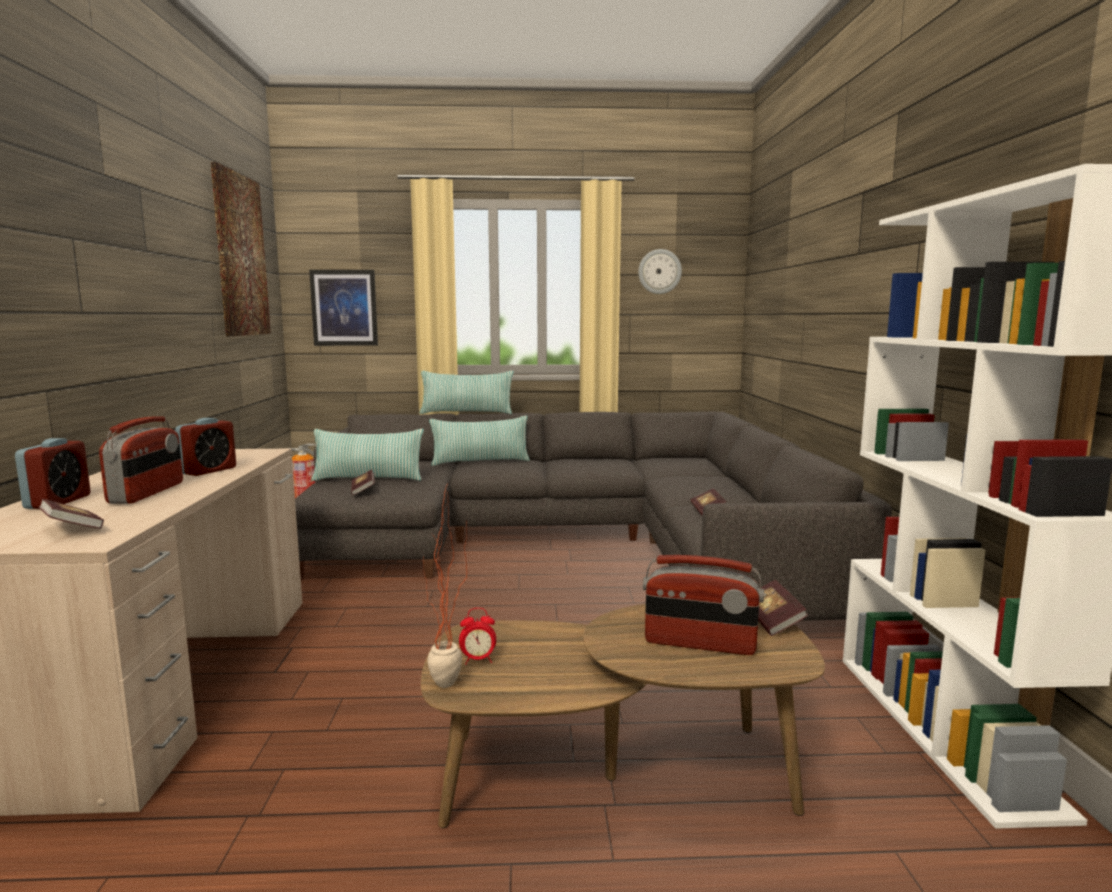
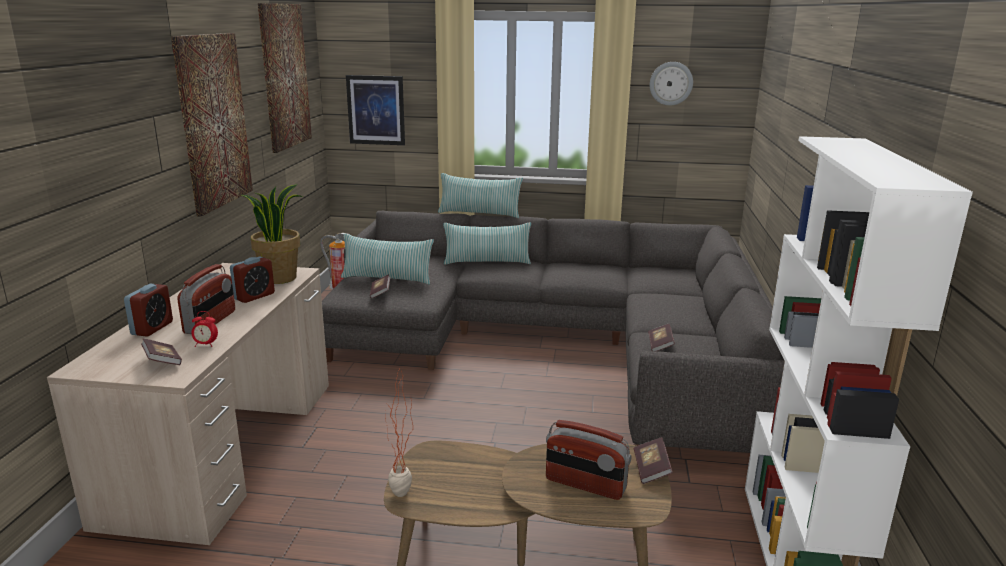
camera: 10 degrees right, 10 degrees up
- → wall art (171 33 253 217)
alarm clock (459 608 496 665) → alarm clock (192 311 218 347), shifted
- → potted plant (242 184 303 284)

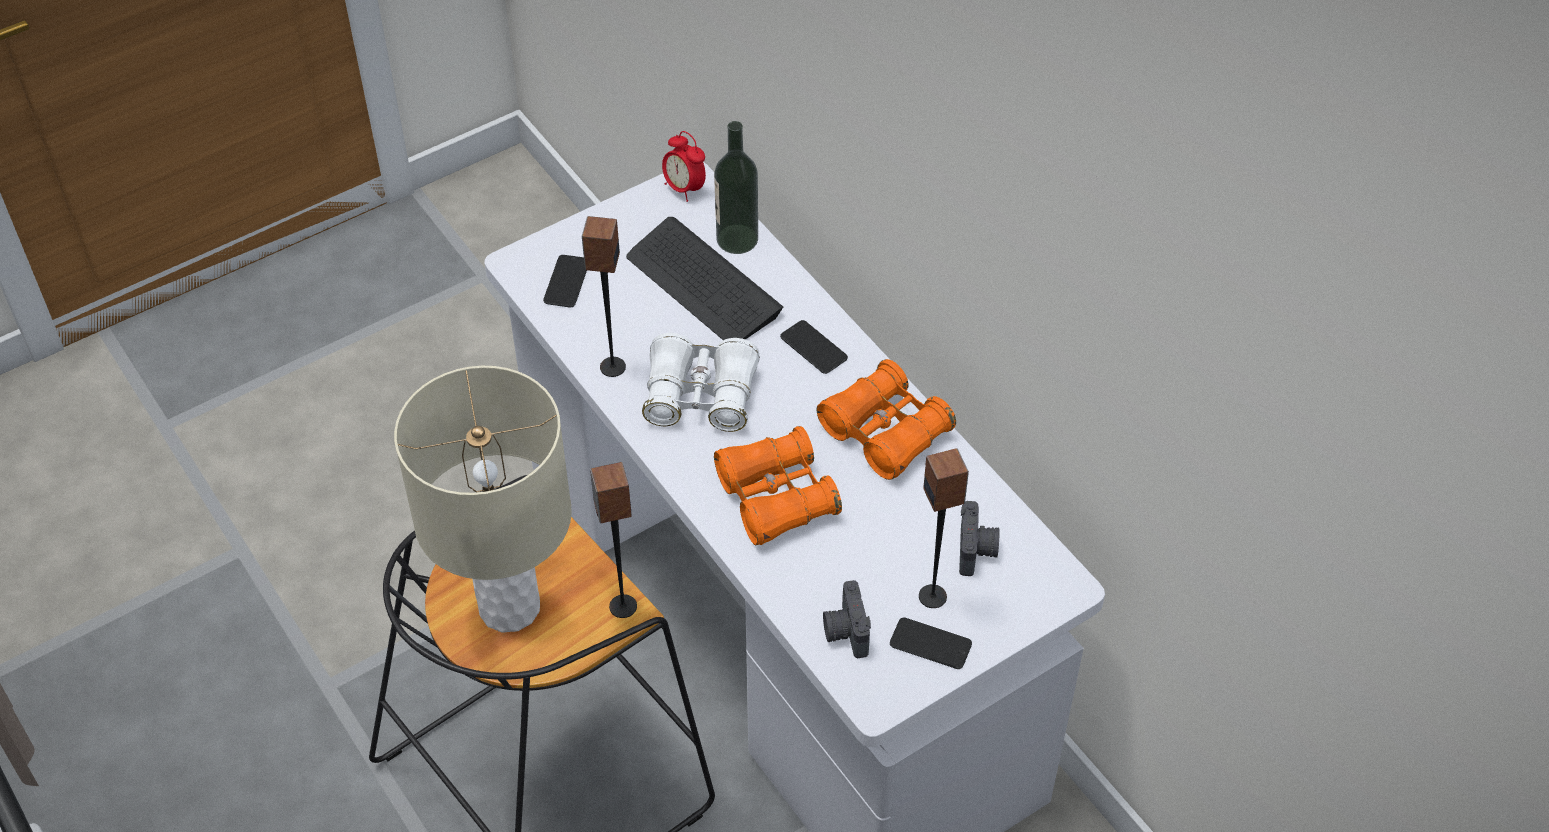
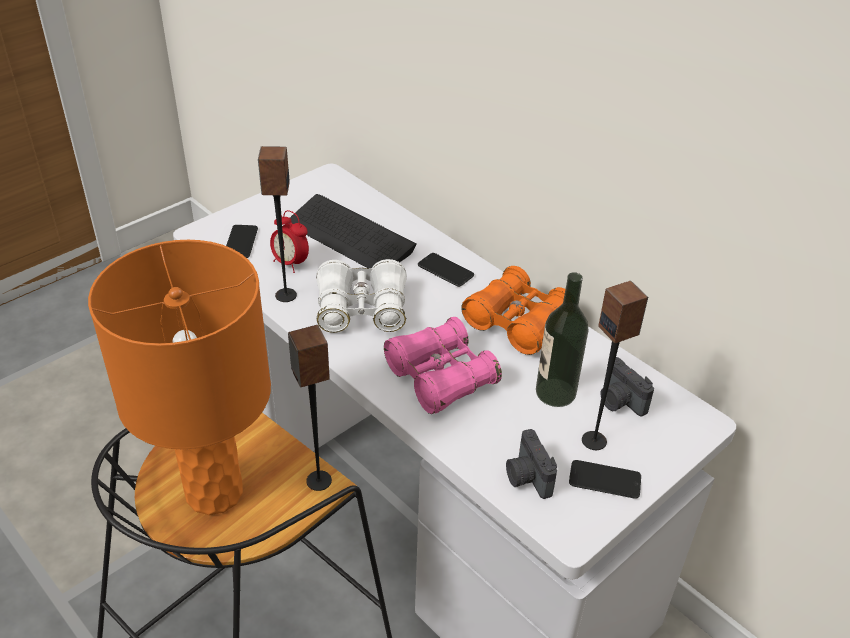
camera: 10 degrees left, 10 degrees down
lamp for a table in beige (394 366 572 633) → lamp for a table in orange (88 240 271 515)
alarm clock (662 131 706 202) → alarm clock (270 210 309 273), shifted
binoculars in orange (714 426 842 546) → binoculars in pink (384 317 502 414)
bottle (714 121 758 254) → bottle (536 272 589 407), shifted
photo camera (959 501 1000 576) → photo camera (600 357 654 416), 150 degrees clockwise

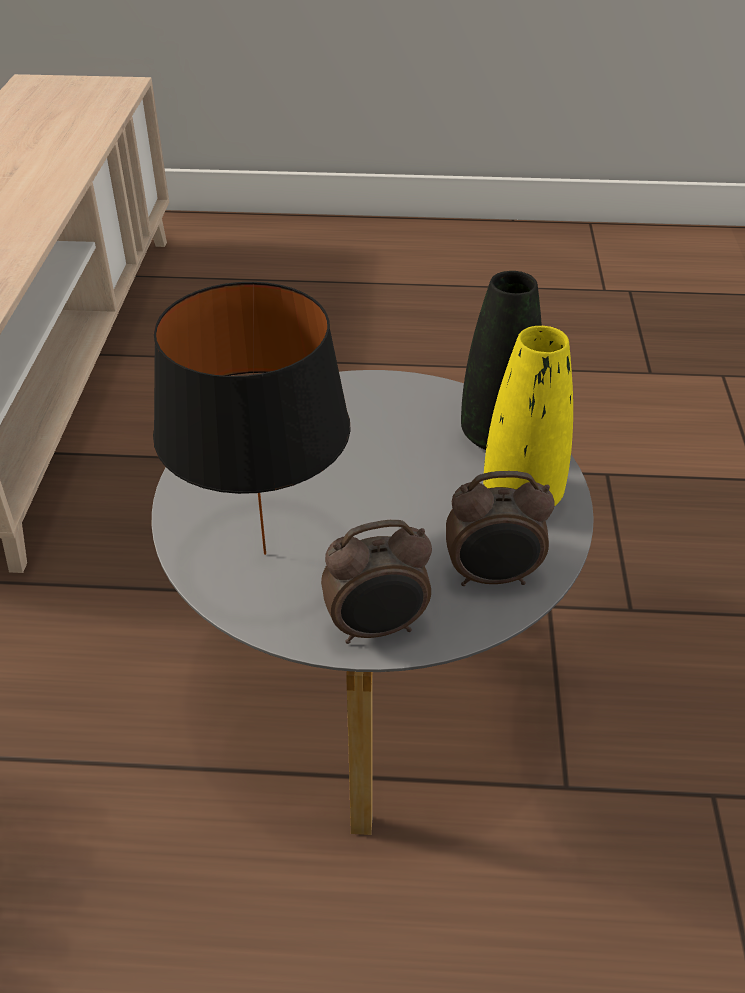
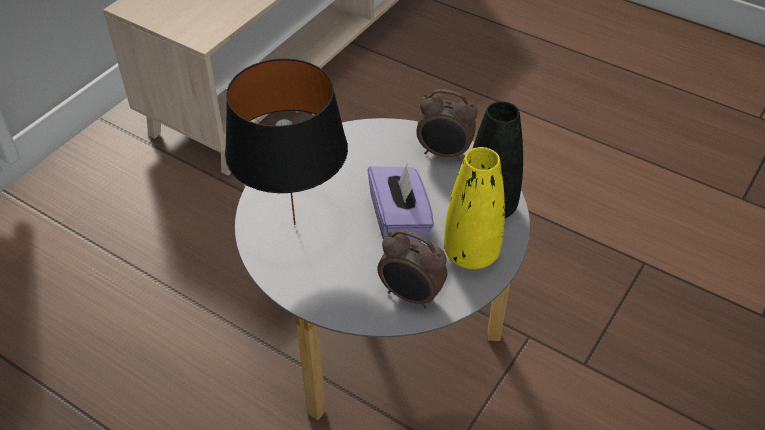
camera: 30 degrees right, 5 degrees up
- → tissue holder in purple-coloured (367 164 434 242)
alarm clock (321 520 432 644) → alarm clock (416 89 478 161), shifted

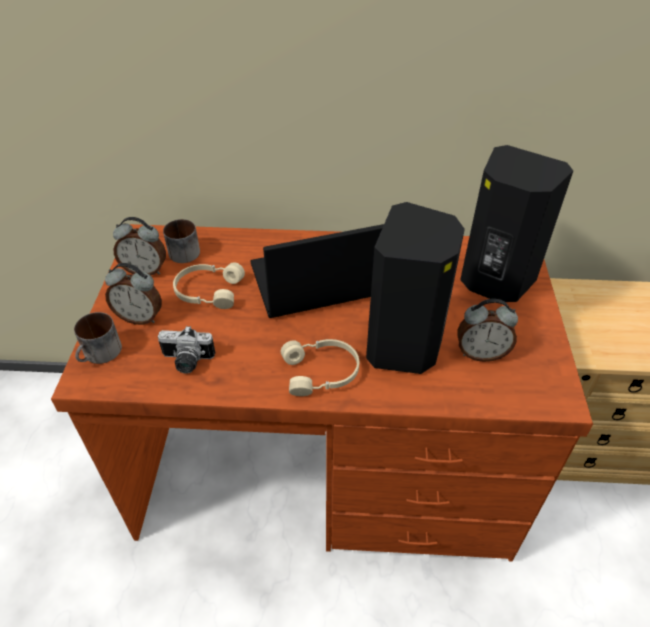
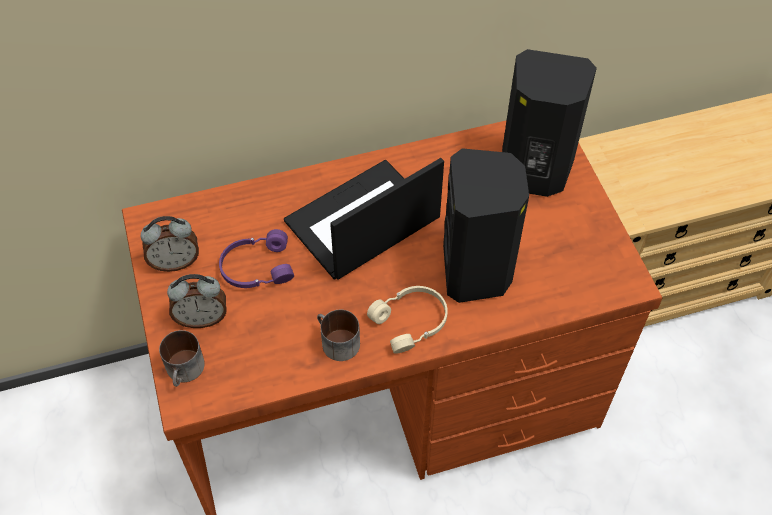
camera: 20 degrees left, 10 degrees up
headset in beige (173 262 245 309) → headset in purple-coloured (219 229 294 288)
tea mug (163 219 200 263) → tea mug (317 310 360 361), shifted
photo camera (158 326 216 374) → -
alarm clock (457 299 518 362) → -

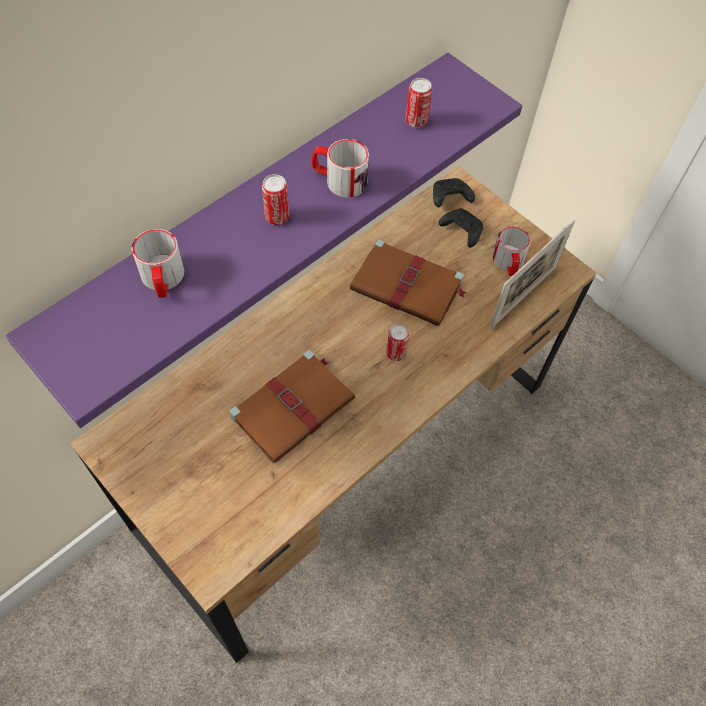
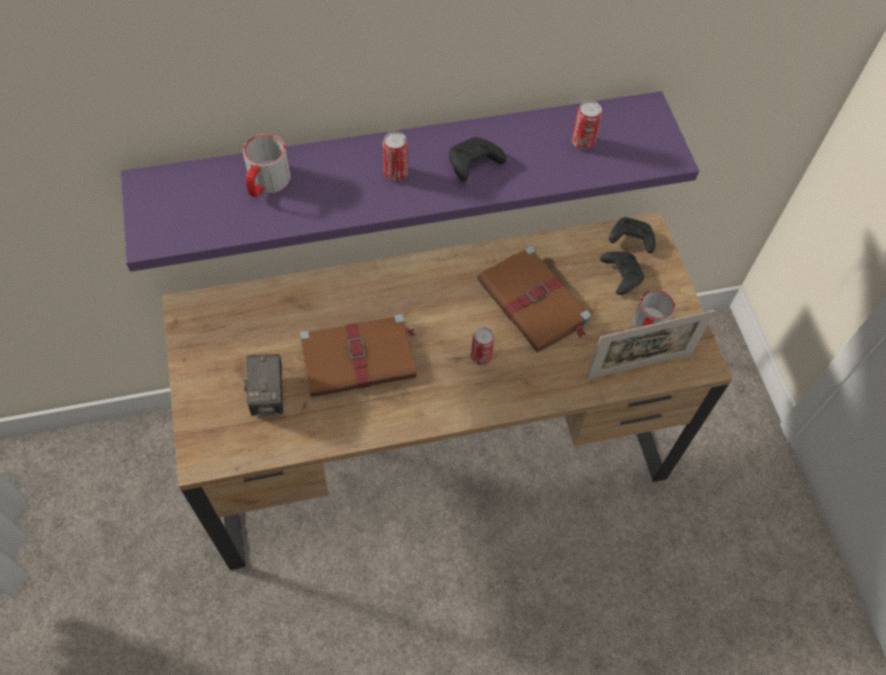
camera: 30 degrees right, 0 degrees up
- → photo camera (244 354 283 417)
tea mug (312 139 369 198) → gamepad in black (449 137 506 181)

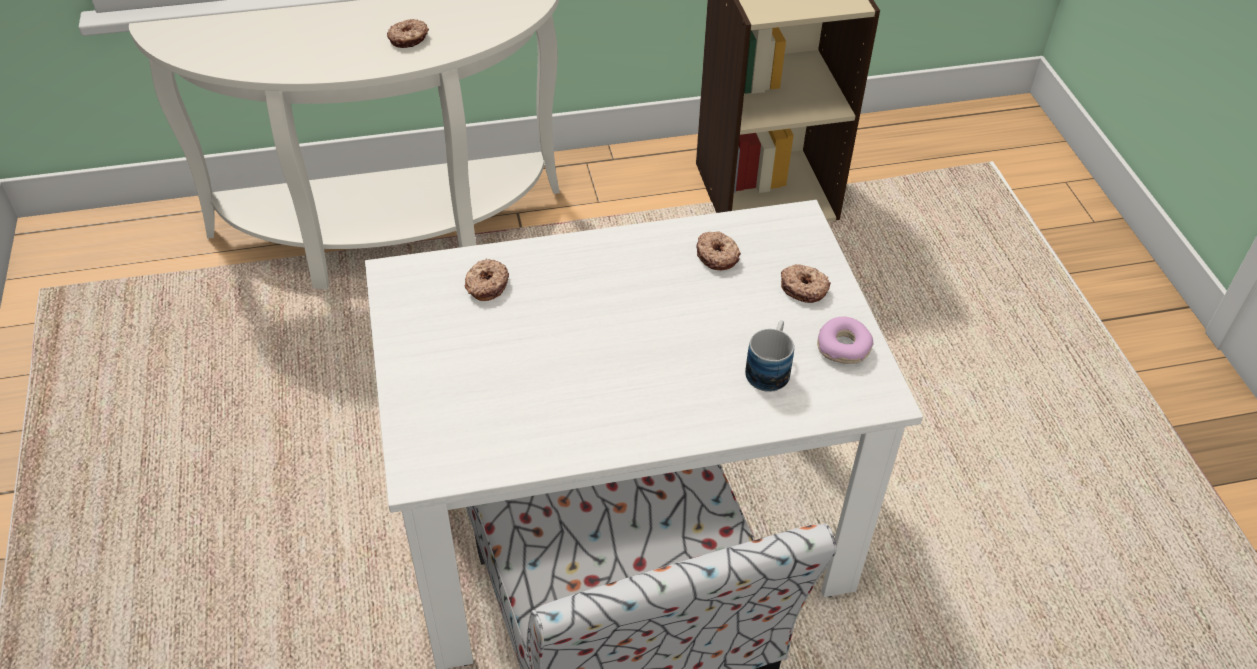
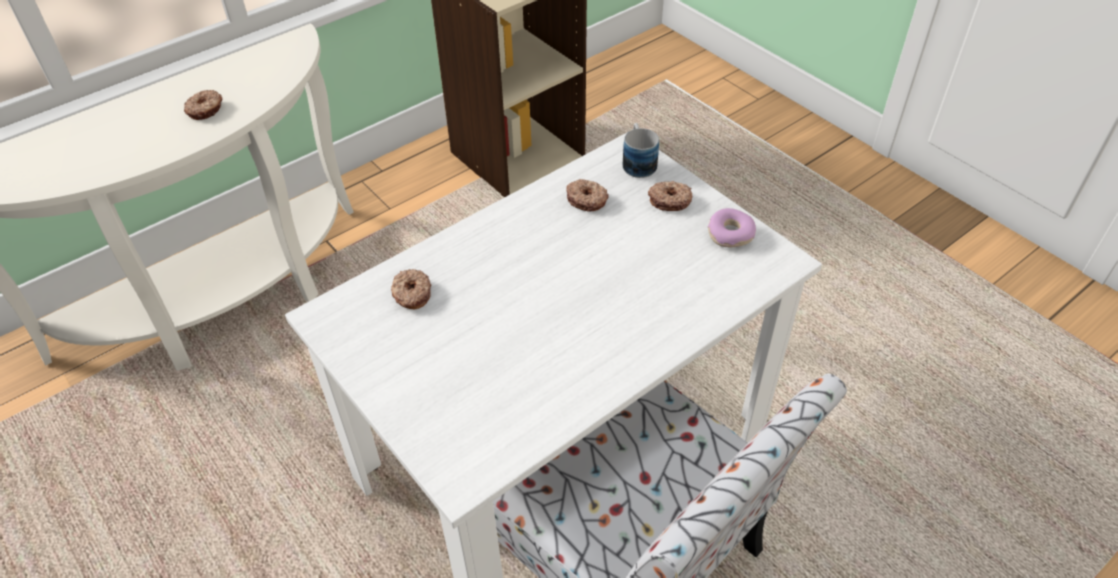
camera: 25 degrees left, 0 degrees up
tea mug (745 320 794 392) → tea mug (623 123 659 178), shifted

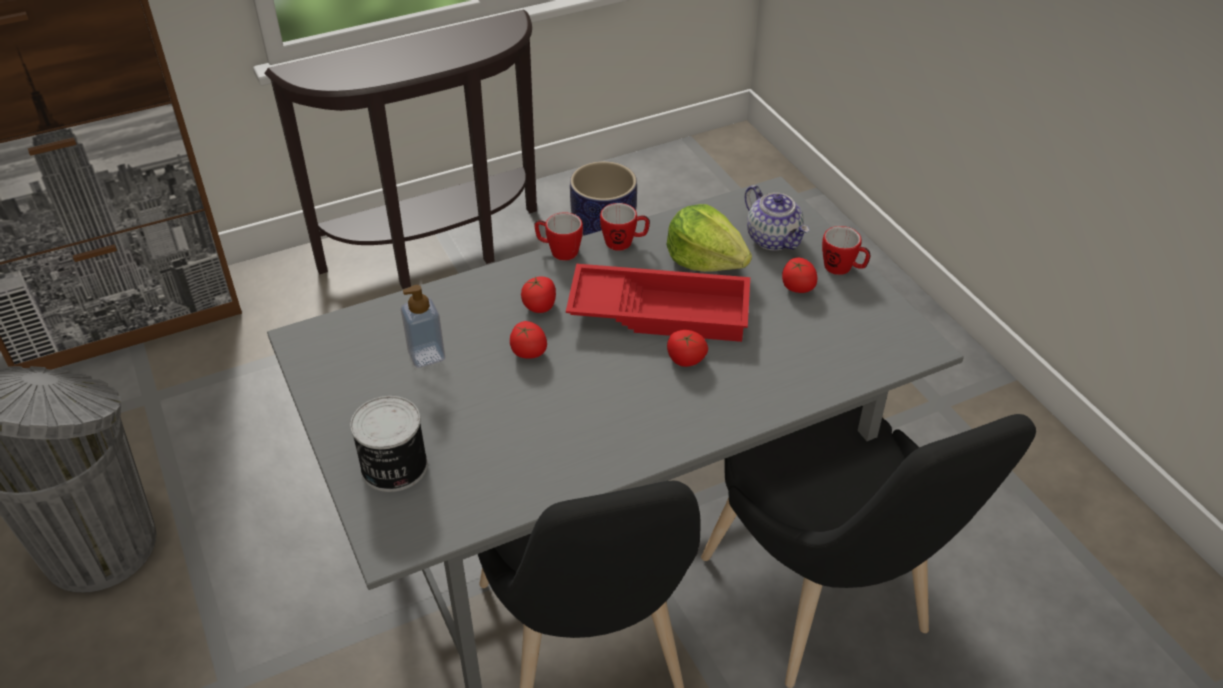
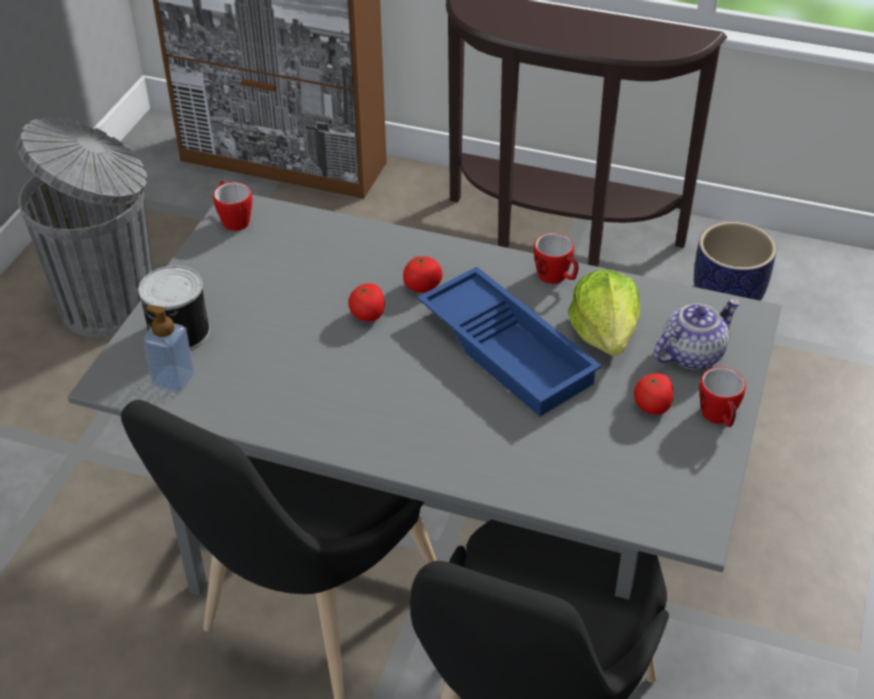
camera: 45 degrees right, 0 degrees up
soap bottle (401 285 445 368) → soap bottle (143 305 194 393), shifted
tea mug (534 212 583 261) → tea mug (213 180 252 231), shifted
serving tray in red (566 264 750 342) → serving tray in bluish (418 267 602 416)
pot for tea (745 185 810 250) → pot for tea (653 299 740 370), 135 degrees counterclockwise
fresh tomato (667 330 708 367) → -

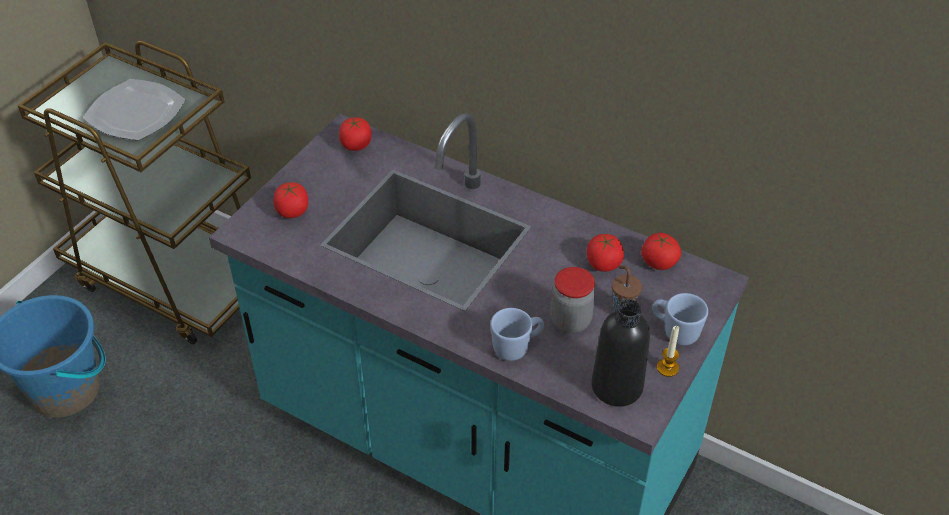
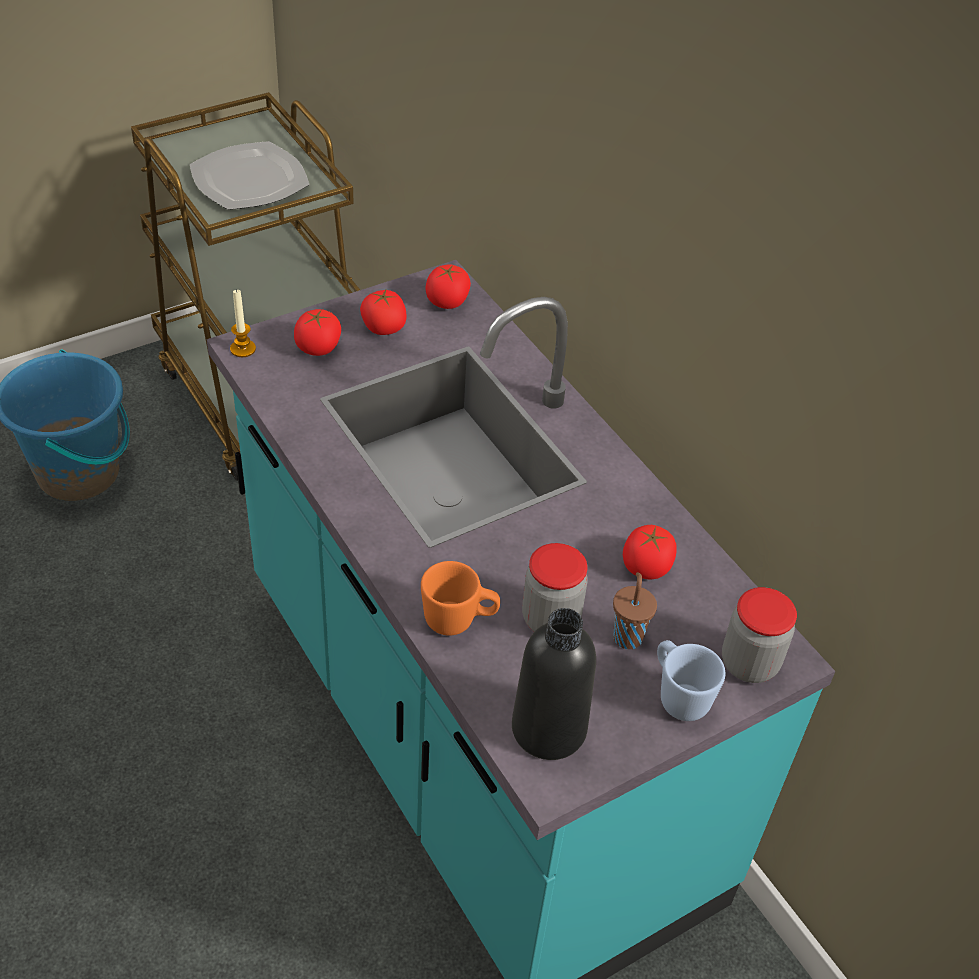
camera: 25 degrees right, 0 degrees up
candle (657 326 679 377) → candle (230 289 256 357), shifted
fresh tomato (641 233 682 270) → fresh tomato (360 290 407 335), shifted
tea mug in bluish (490 308 544 361) → tea mug in orange (421 561 500 636)
- → jar (722 587 797 683)

